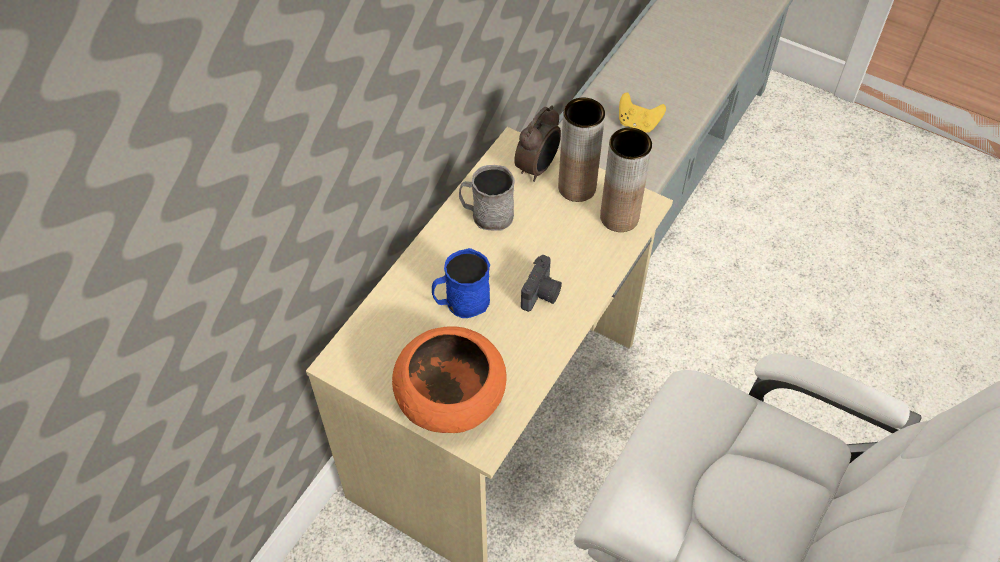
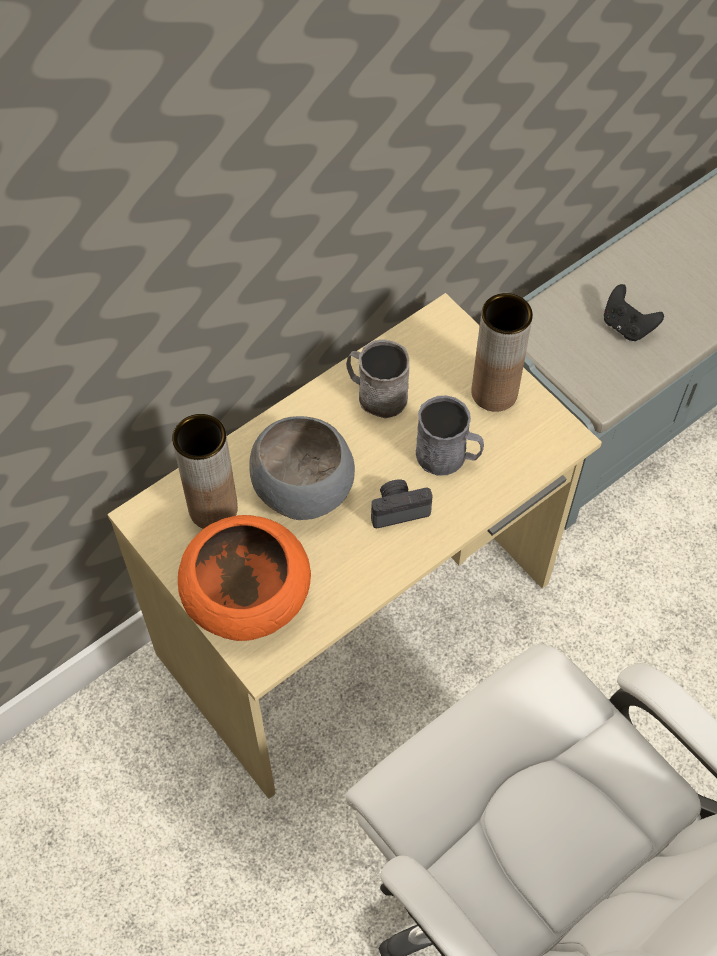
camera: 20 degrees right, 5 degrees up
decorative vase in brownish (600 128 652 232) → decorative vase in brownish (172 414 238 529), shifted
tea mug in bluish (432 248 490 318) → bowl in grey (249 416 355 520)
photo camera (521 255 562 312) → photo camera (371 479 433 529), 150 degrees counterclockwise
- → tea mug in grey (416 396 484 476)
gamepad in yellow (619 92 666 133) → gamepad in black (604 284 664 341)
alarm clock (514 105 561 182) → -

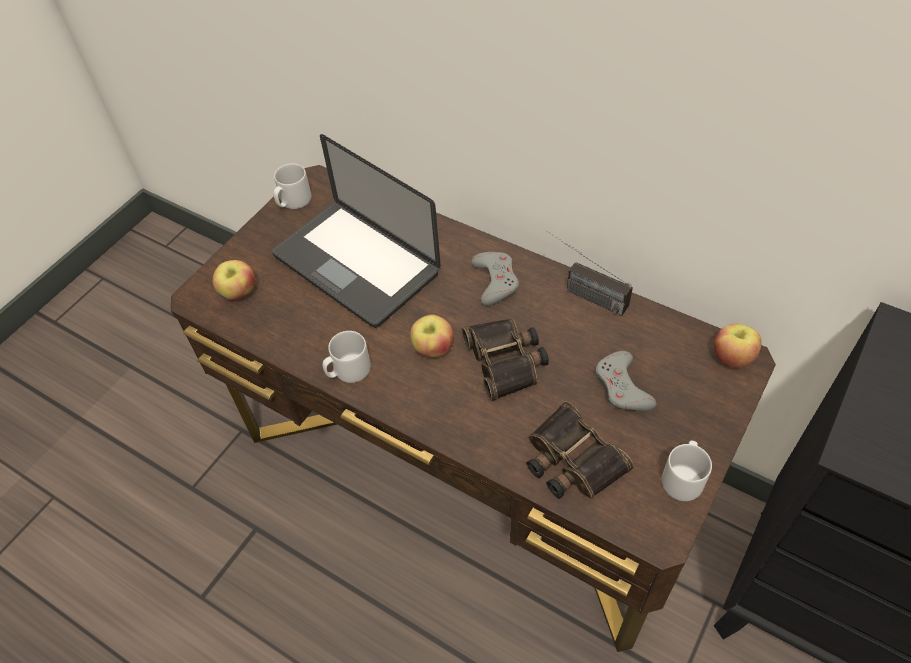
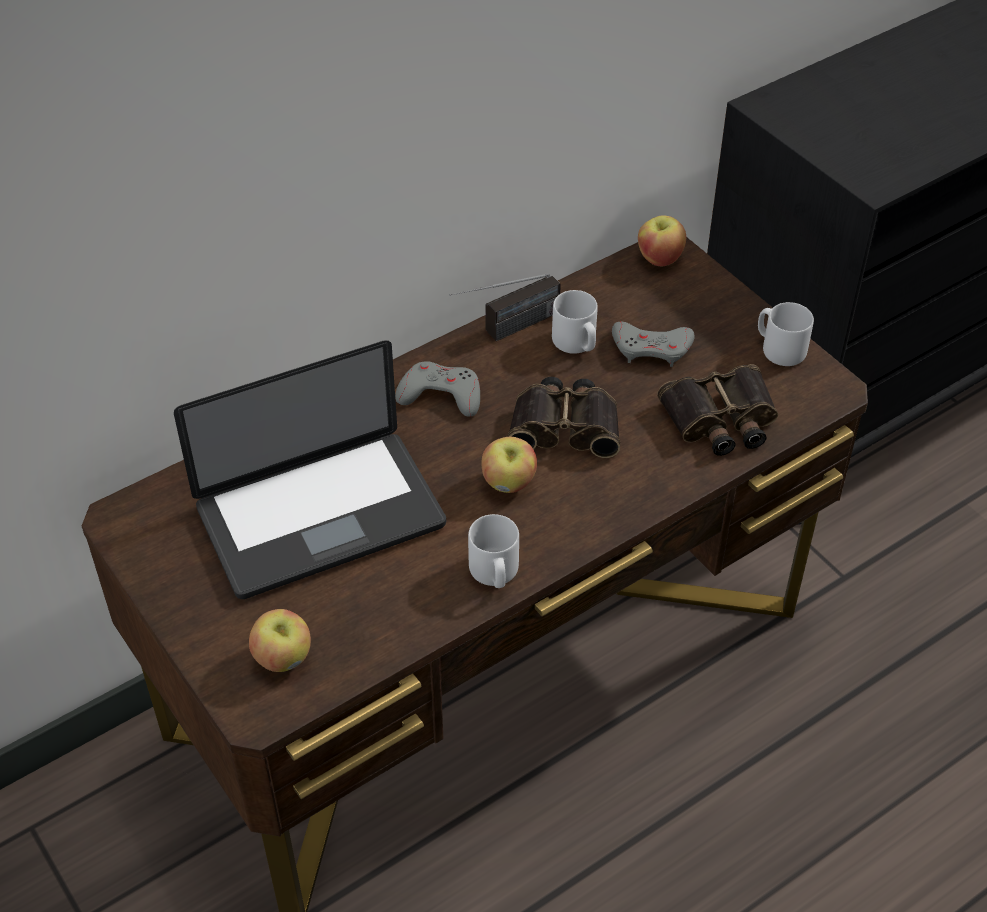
camera: 70 degrees left, 5 degrees down
tea mug in grey (273 163 311 209) → tea mug in grey (552 290 598 354), shifted

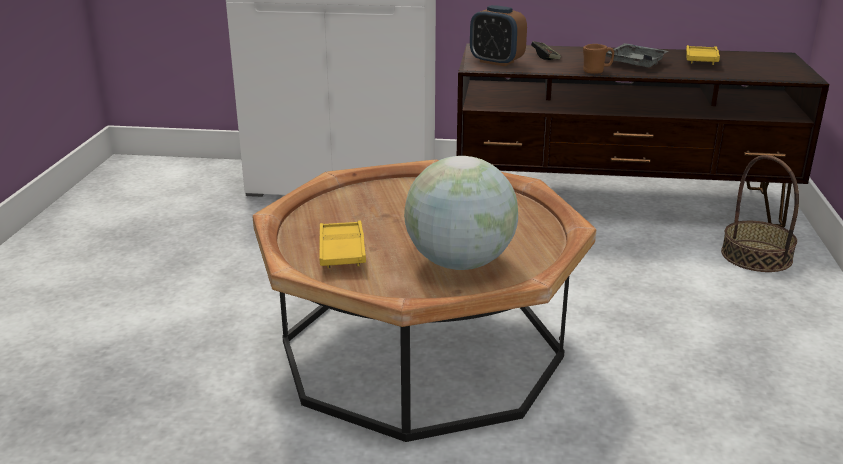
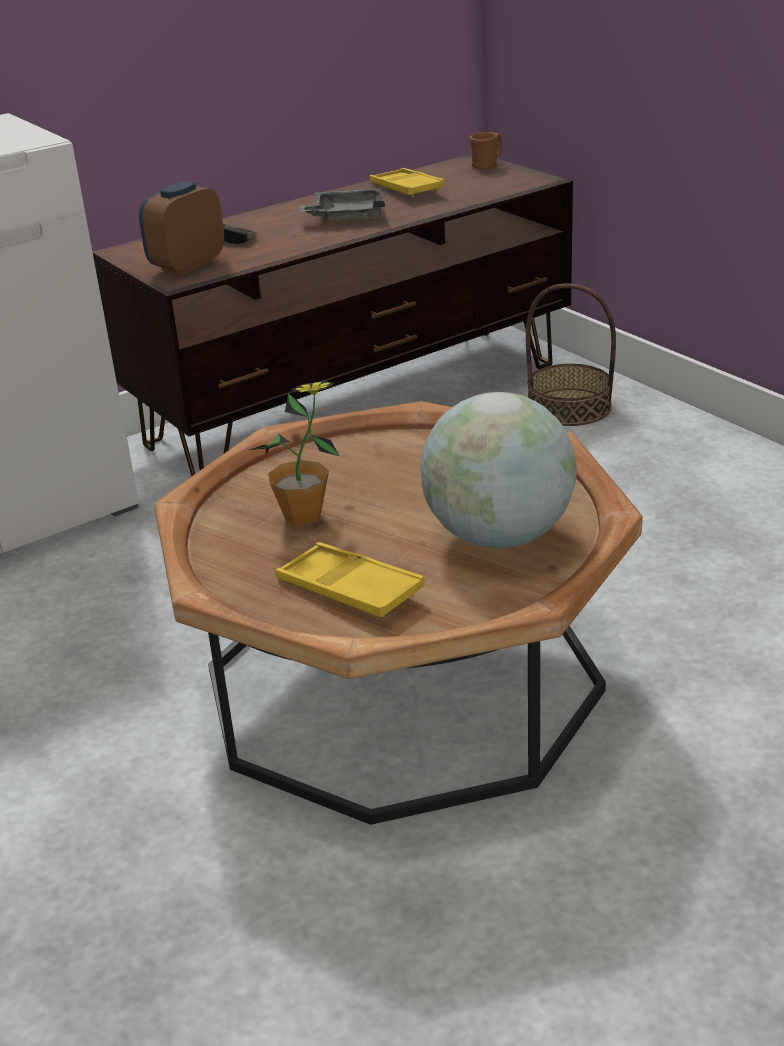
camera: 40 degrees left, 5 degrees up
alarm clock (470 5 527 66) → alarm clock (139 181 224 275), 135 degrees clockwise
- → potted plant (250 381 339 526)
tea mug in brownish (583 44 614 73) → tea mug in brownish (470 132 502 169), shifted

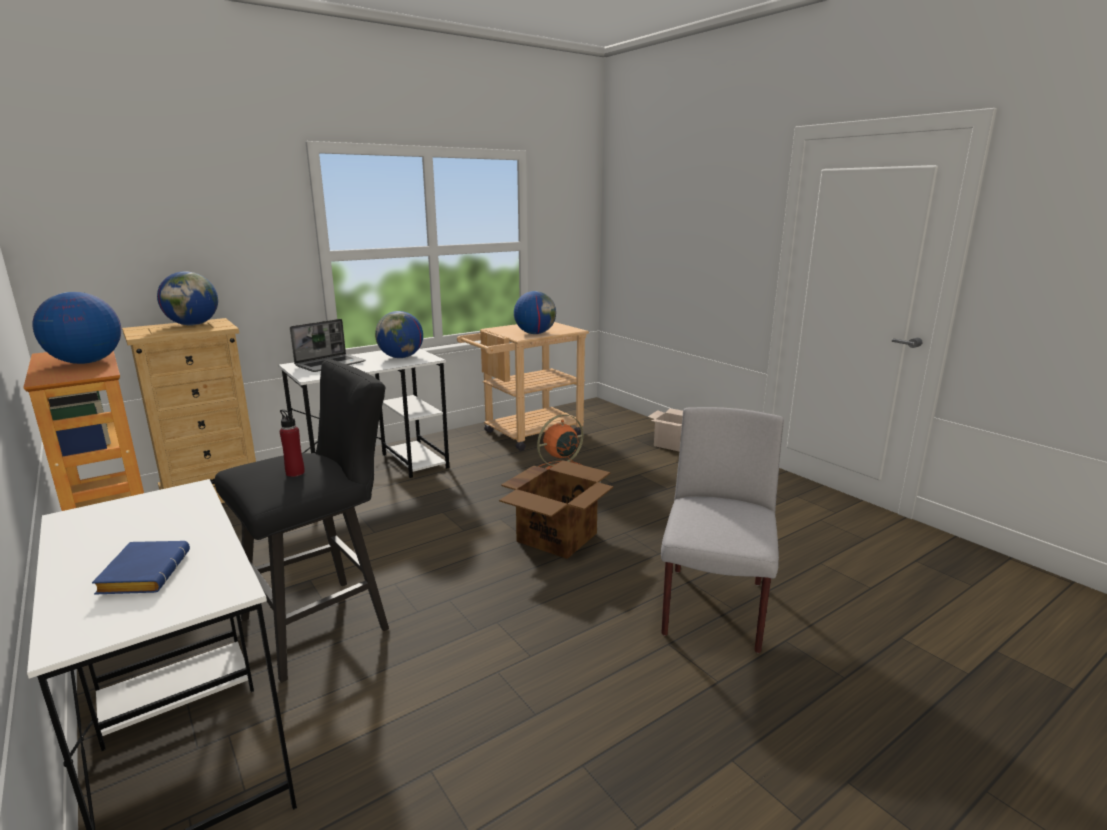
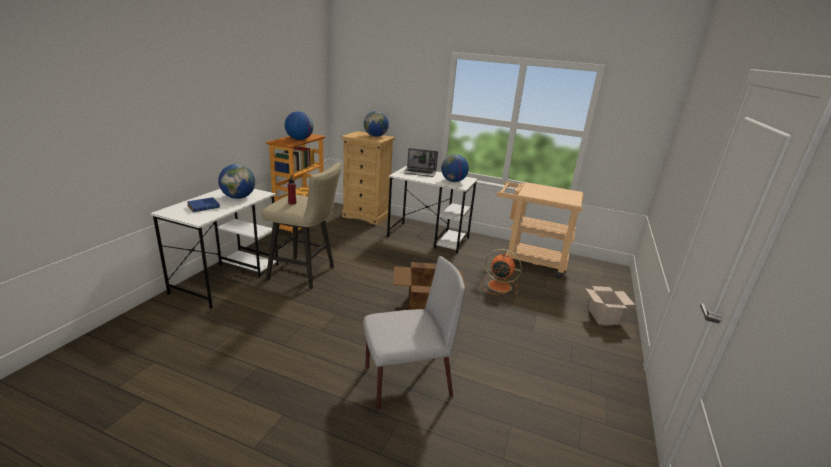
camera: 55 degrees right, 5 degrees up
globe (514 291 556 334) → globe (218 164 255 199), shifted
sitting stool in black (214 359 389 683) → sitting stool in beige (261 163 342 289)

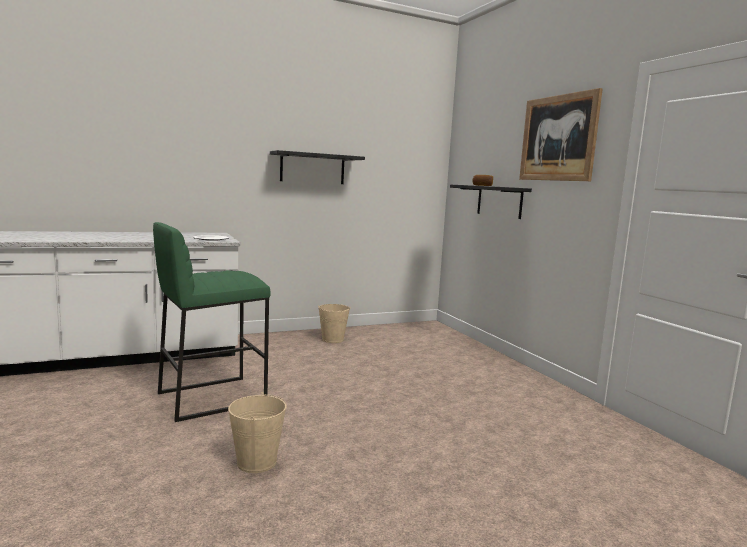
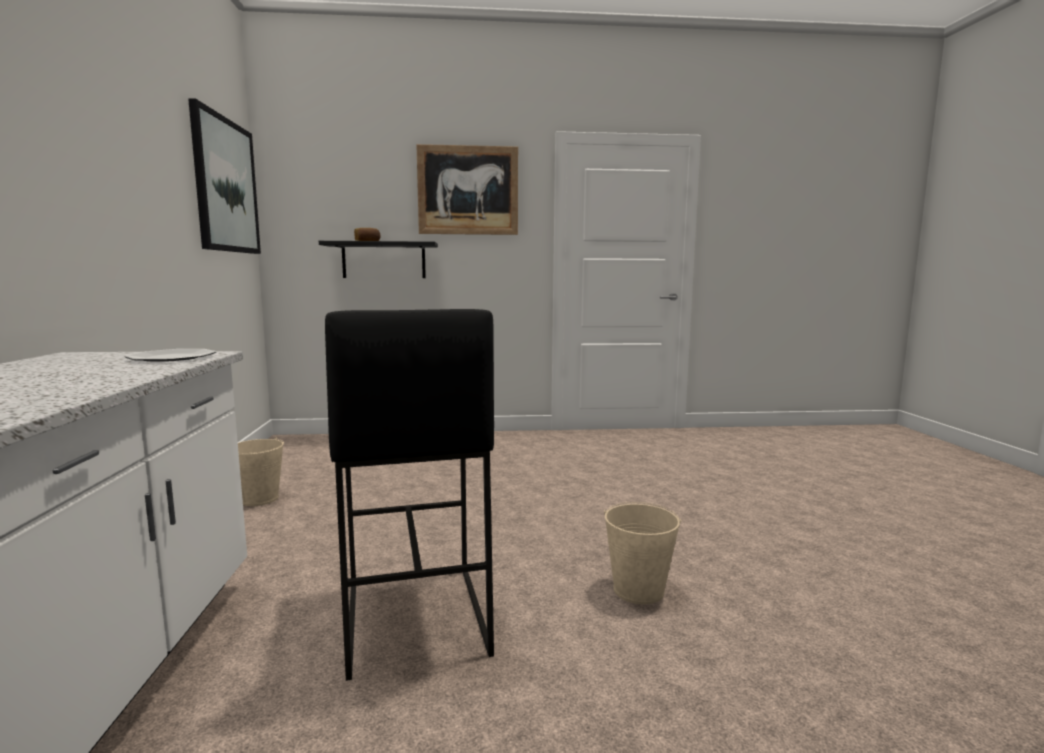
camera: 70 degrees left, 0 degrees up
- → wall art (188 98 261 254)
sitting stool in green-coloured (153 222 271 422) → sitting stool in black (325 309 494 681)
shelf in black (270 150 365 184) → -

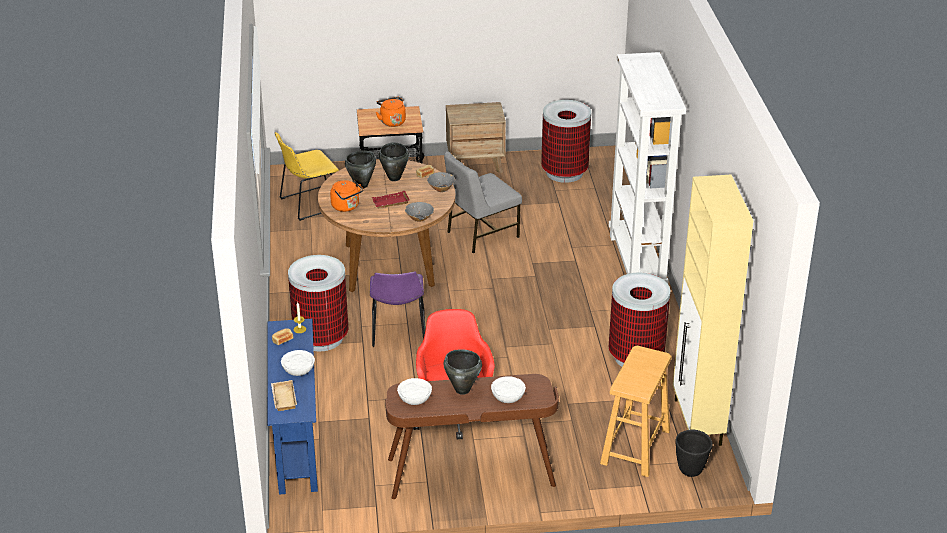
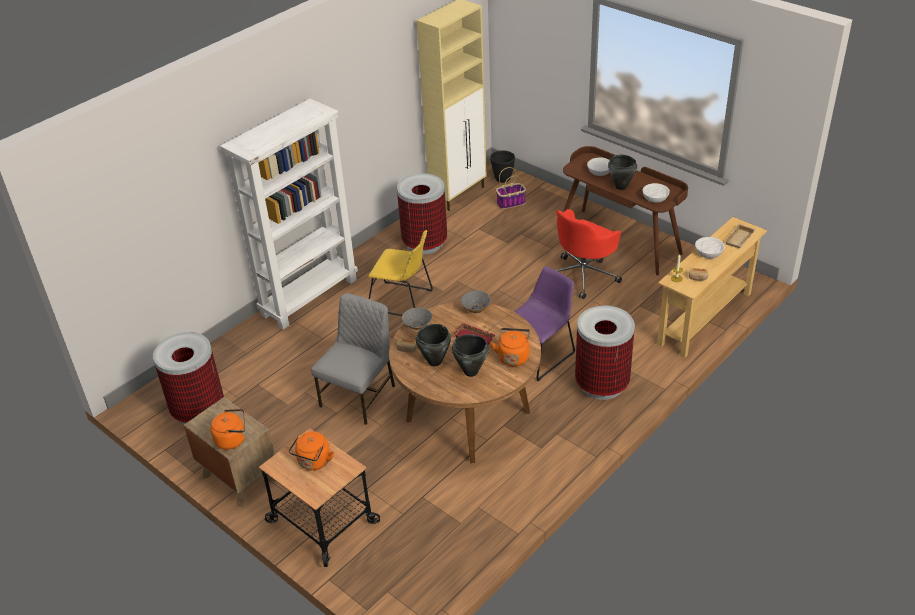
camera: 130 degrees left, 5 degrees up
- → kettle in orange (210 409 245 450)
upright chair in grey (444 151 522 253) → upright chair in grey (311 293 395 425), 75 degrees counterclockwise
upright chair in yellow (275 132 339 221) → upright chair in yellow (368 230 433 316), shifted
sitting stool in beige (600 346 672 477) → household basket (496 167 526 209)
console table in bluish (267 319 318 495) → console table in beige (657 217 767 358)

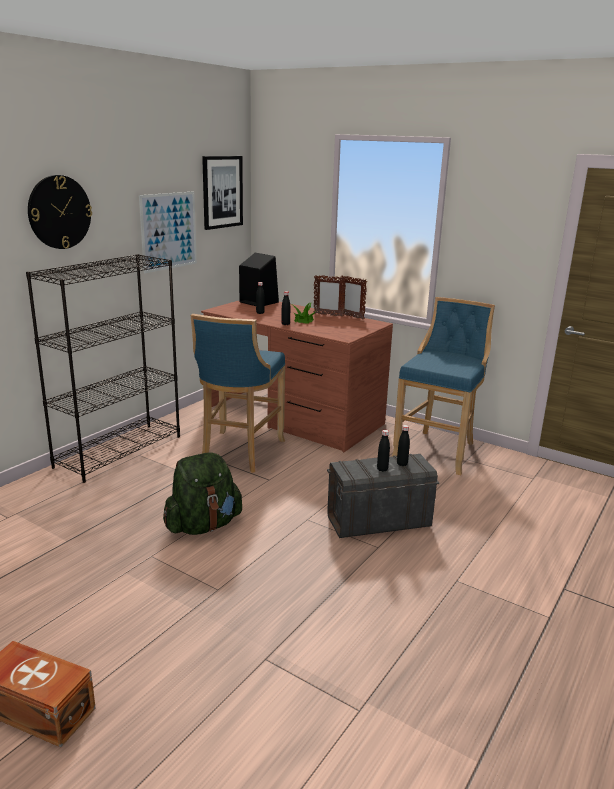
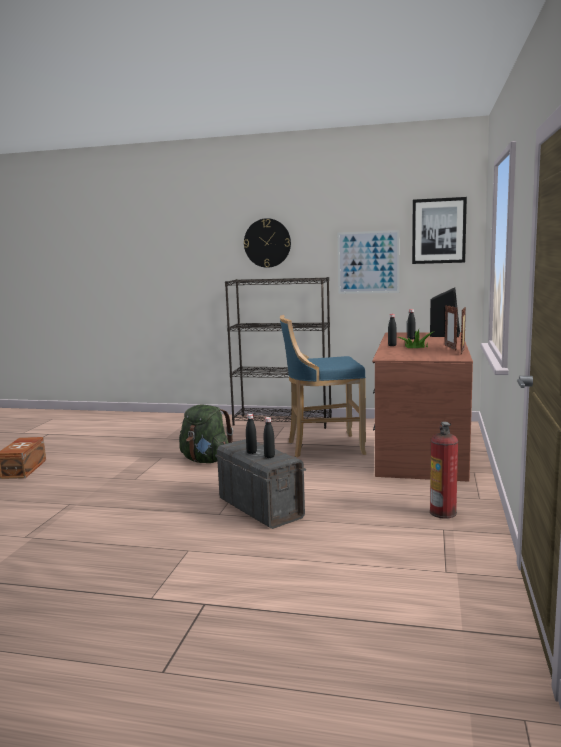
camera: 70 degrees right, 10 degrees down
sitting stool in bluish (391 297 495 475) → fire-fighting cylinder (430 422 458 518)

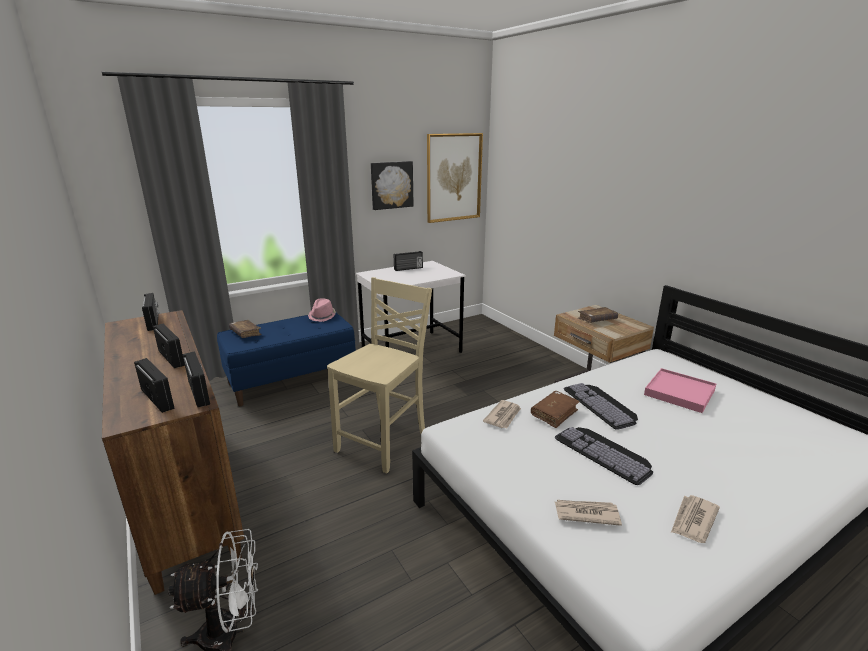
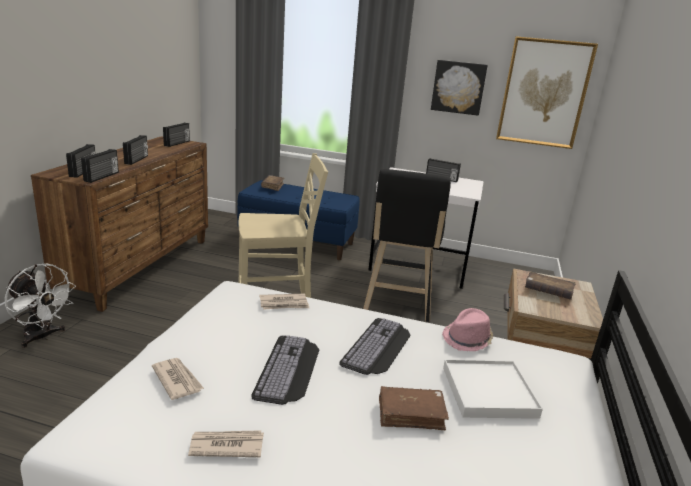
camera: 45 degrees right, 0 degrees up
- → sitting stool in black (363 169 451 322)
book in brownish (531 391 580 428) → book in brownish (379 386 449 430), shifted
hat in pink (308 298 336 322) → hat in pink (442 308 493 351), shifted
serving tray in pink (644 368 716 413) → serving tray in whitish (443 359 543 419)

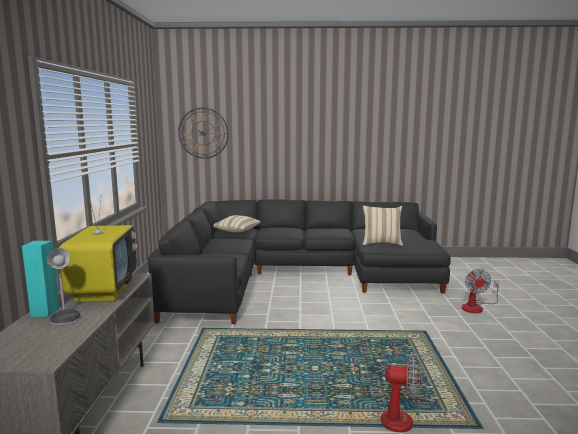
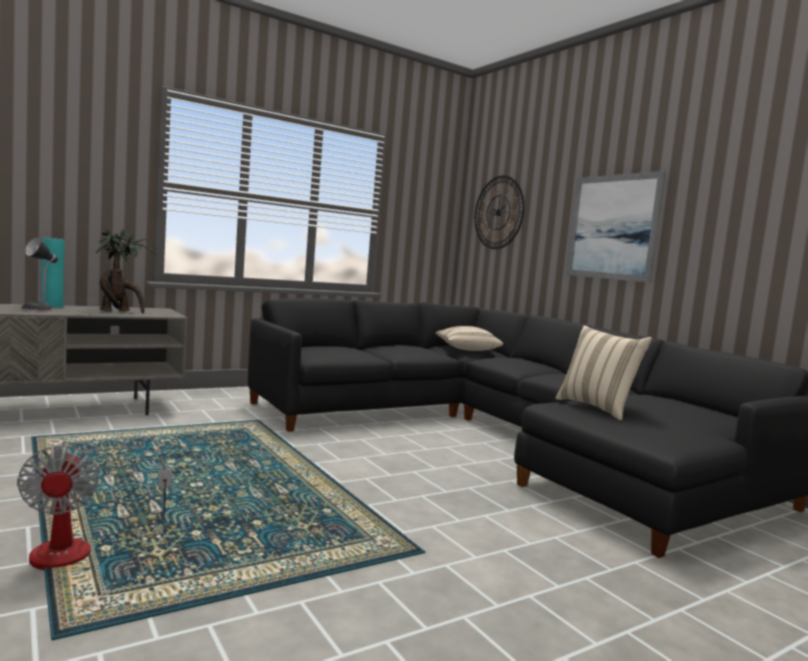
camera: 55 degrees right, 5 degrees down
TV set (59 195 137 302) → potted plant (96 228 156 313)
- → wall art (566 171 666 283)
cooling fan (462 269 499 313) → -

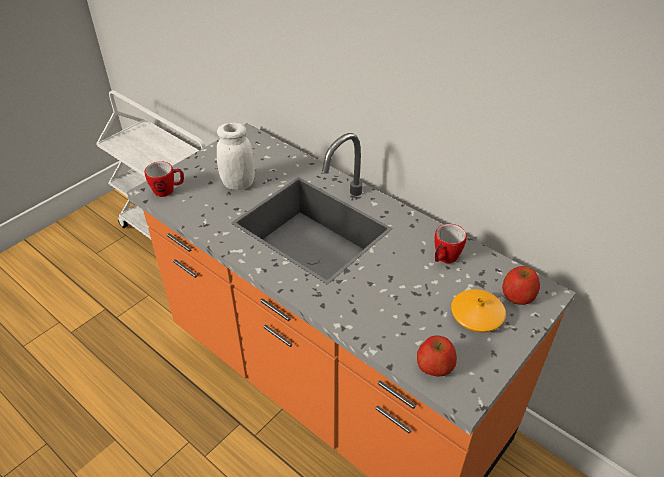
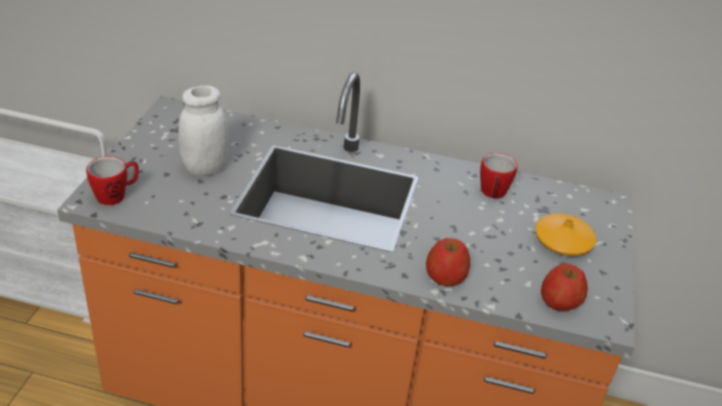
camera: 30 degrees left, 5 degrees down
whole apple (502 266 540 305) → whole apple (426 238 470 286), shifted

